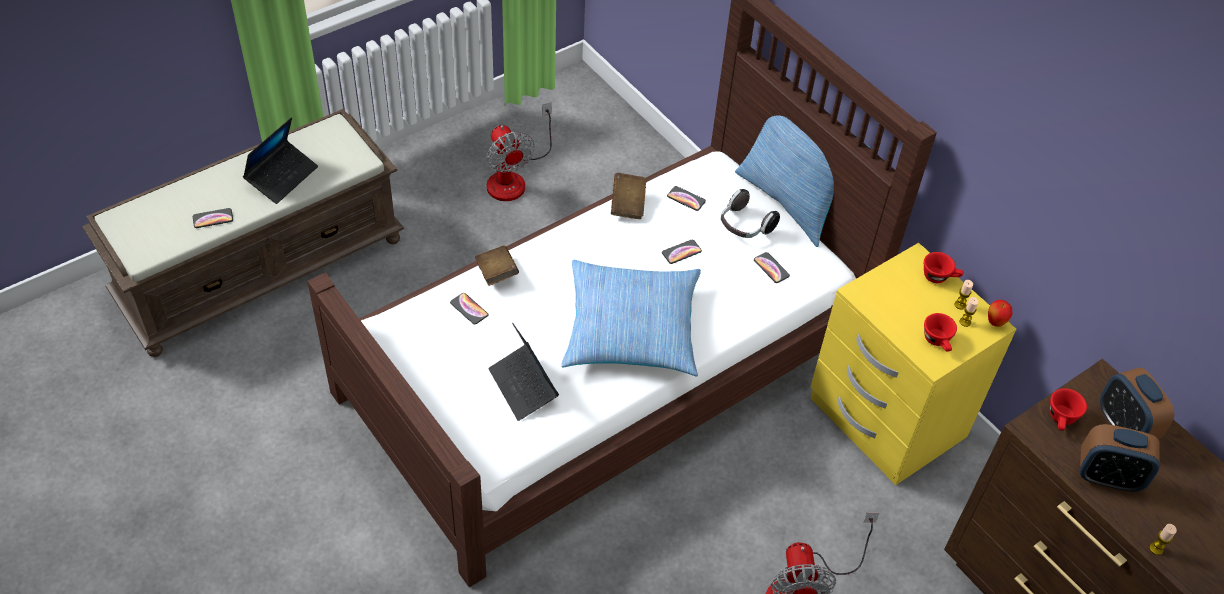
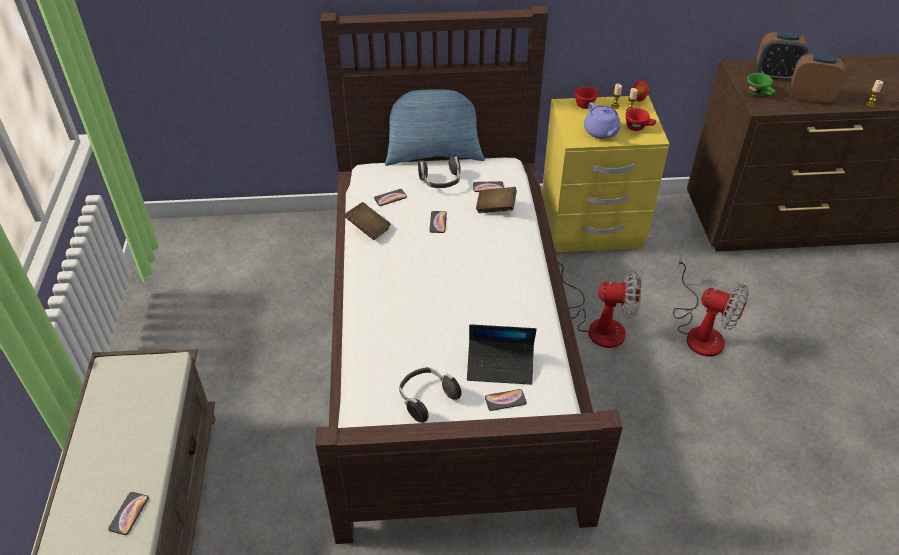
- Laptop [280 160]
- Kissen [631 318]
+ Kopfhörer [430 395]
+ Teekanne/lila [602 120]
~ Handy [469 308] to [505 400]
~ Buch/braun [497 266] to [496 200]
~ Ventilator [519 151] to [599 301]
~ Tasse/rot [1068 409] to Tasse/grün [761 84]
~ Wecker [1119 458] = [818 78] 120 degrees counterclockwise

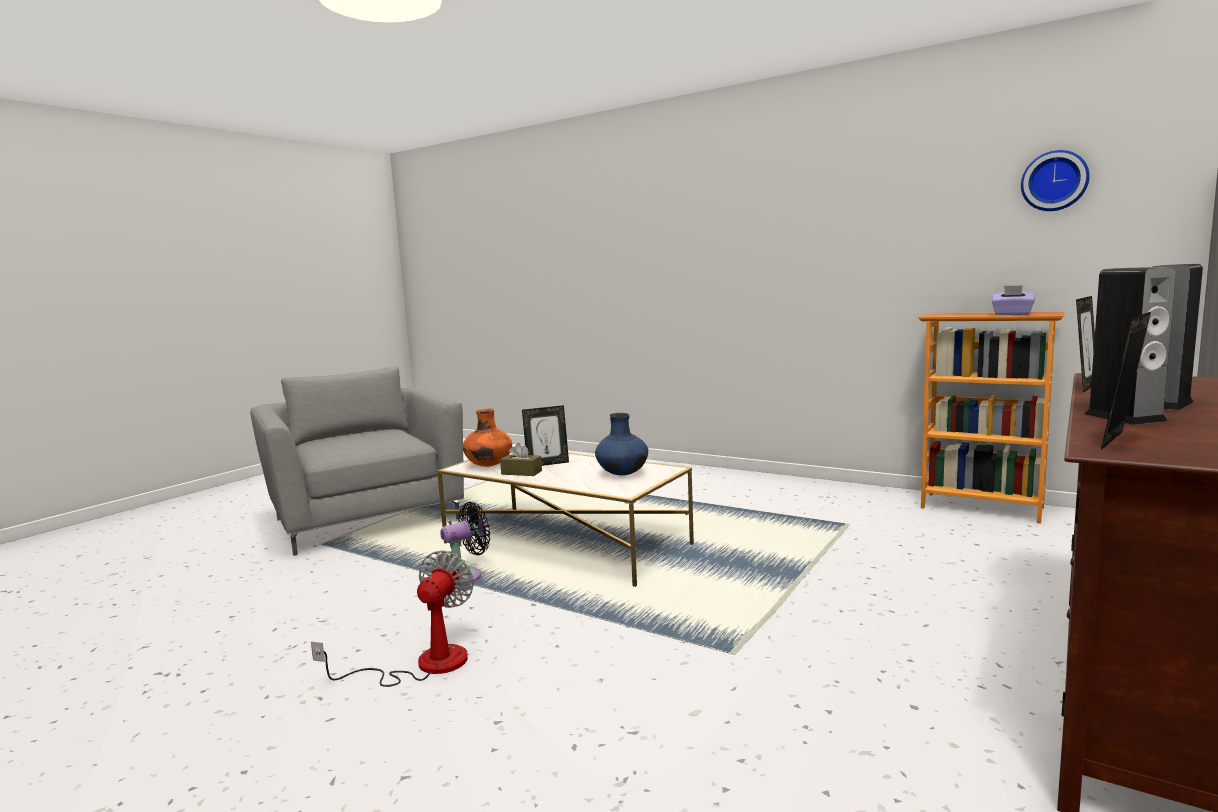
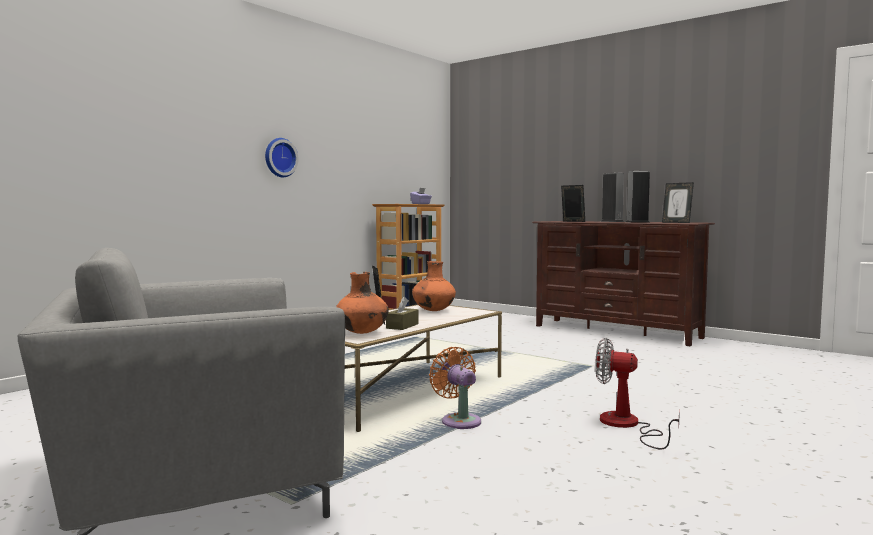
~ Wanduhr [1055 180] to [282 157]
~ Ventilator/schwarz [465 542] to Ventilator/orange [455 388]
~ Vase/blau [621 444] to Vase/orange [434 286]

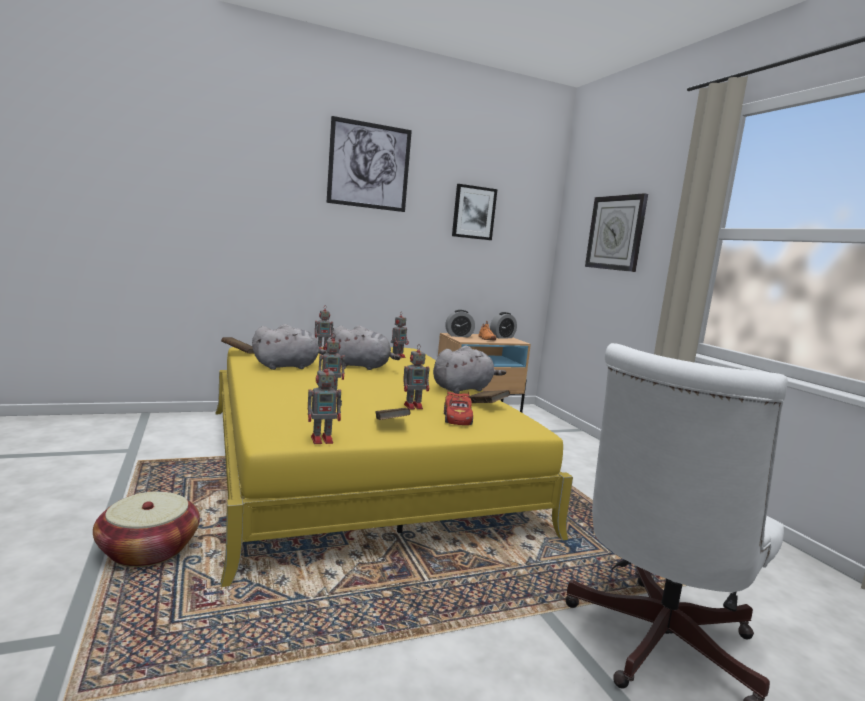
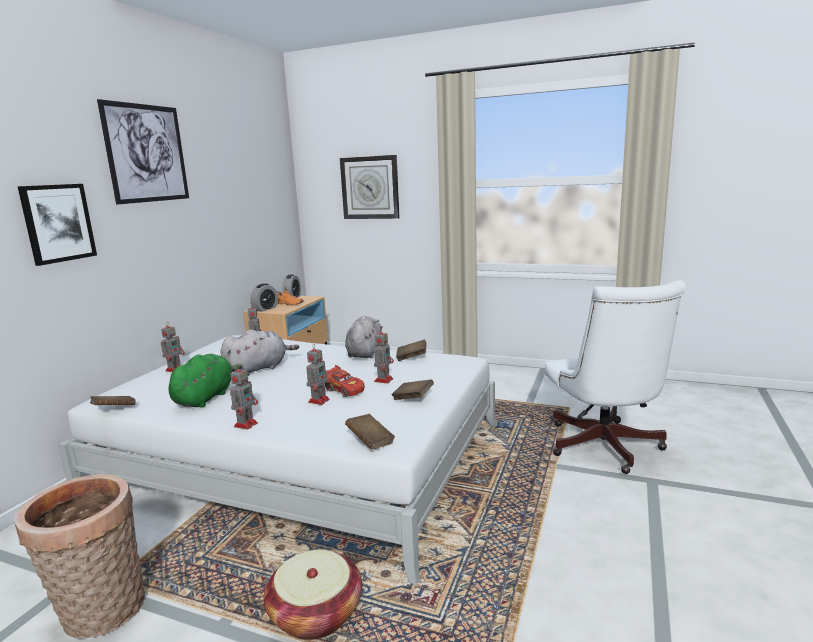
+ Korb [79 556]
+ Buch/braun [370 431]
~ Spielzeugroboter [325 403] to [244 397]
~ Spielzeugauto/rot [458 408] to [344 381]
~ Bild [474 212] to [57 225]
~ Bett/gelb [394 467] to Bett/weiß [278 460]
~ Plüschtier/grau [290 347] to Plüschtier/grün [205 381]

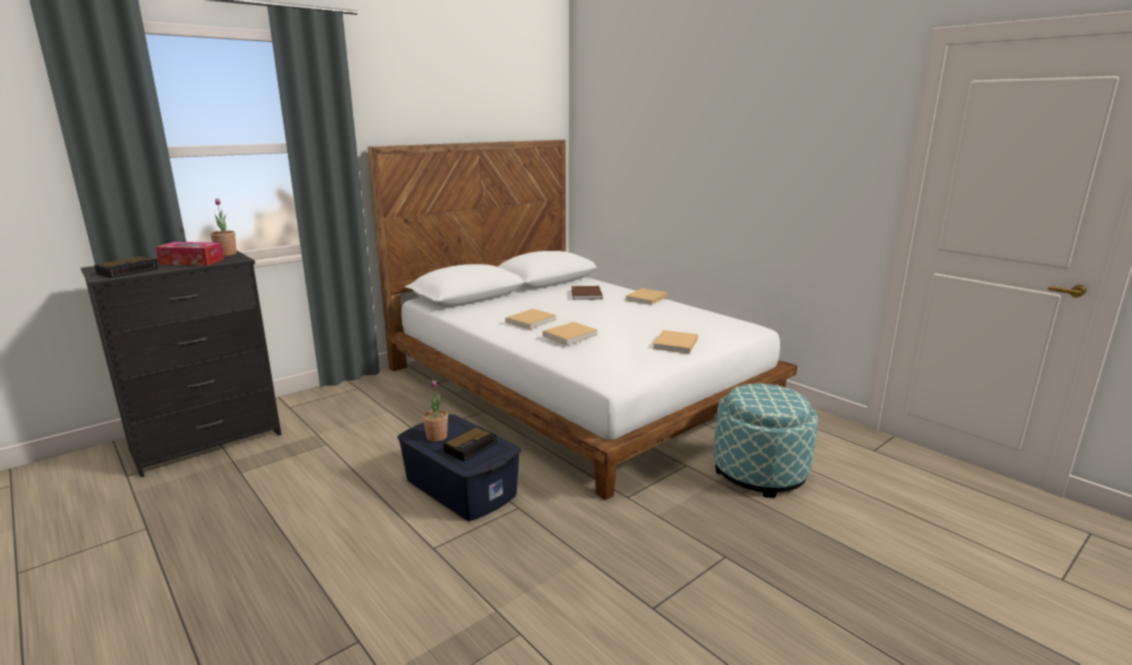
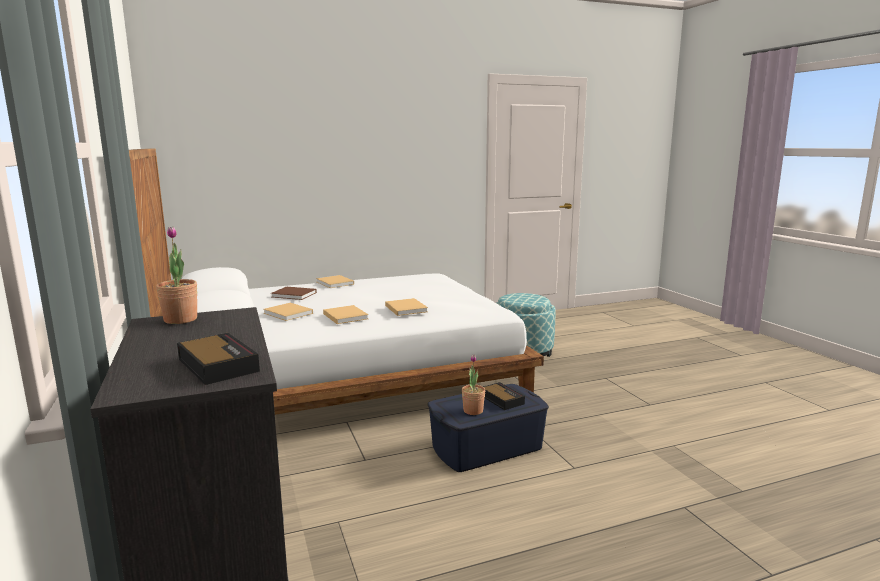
- Taschentuchbox [190 254]
~ Buch/beige [675 342] to [288 312]

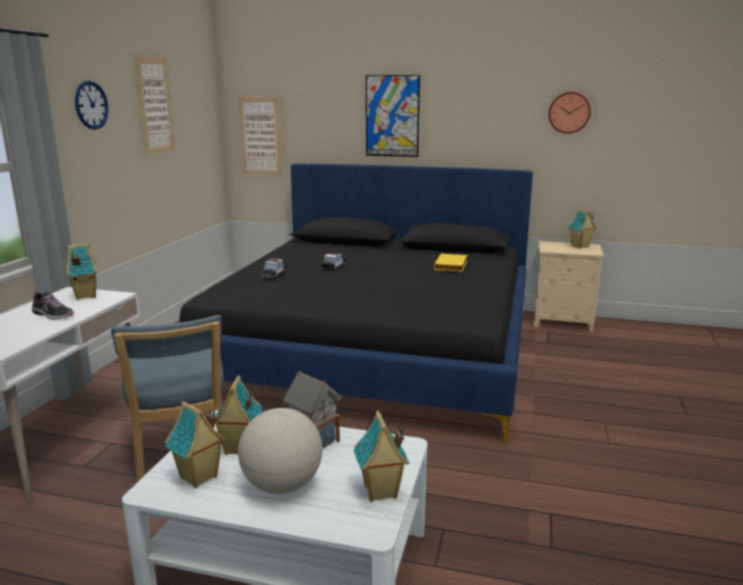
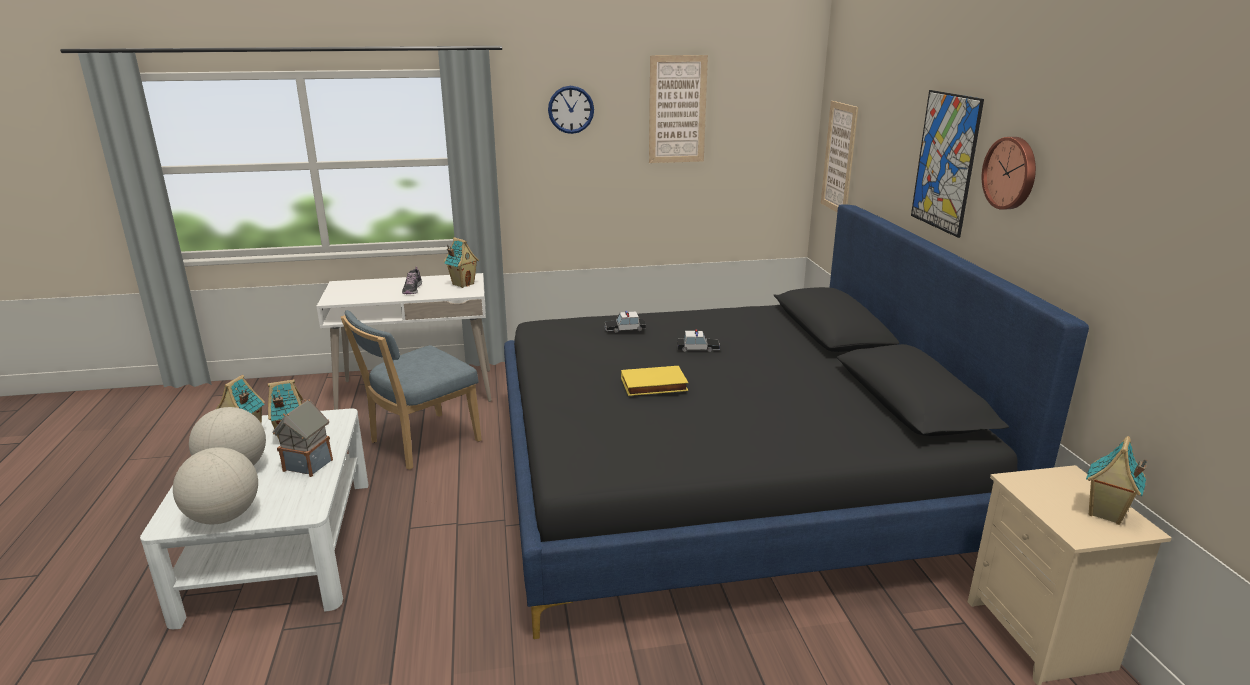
~ Buch/gelb [450 262] to [654 381]
~ Wanduhr [570 113] to [1009 173]
~ Spielzeughaus [381 456] to Globus [215 485]

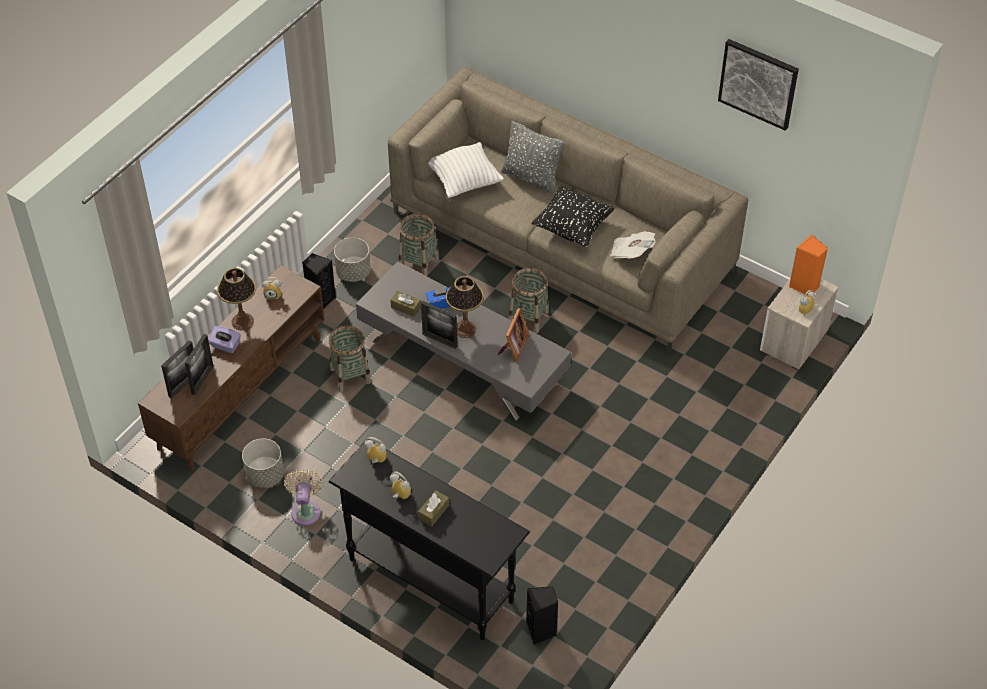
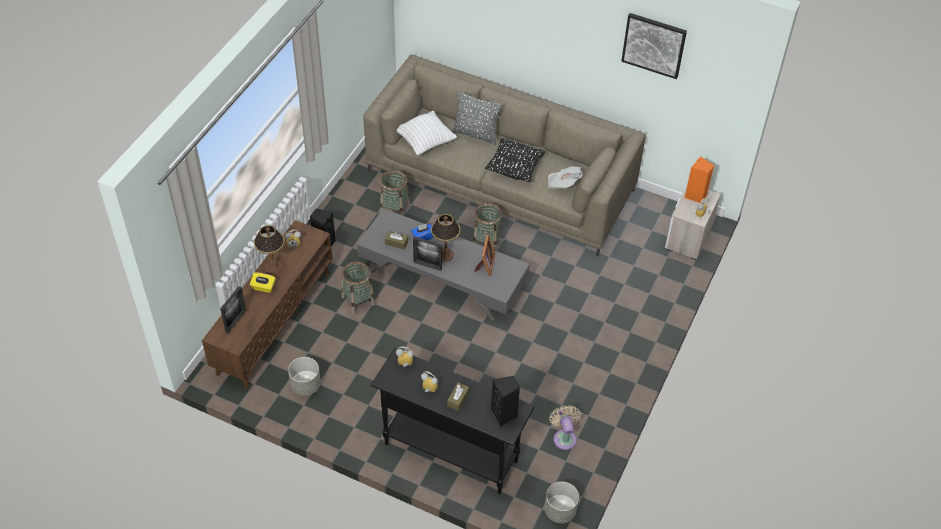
- Bilderrahmen [199 364]
~ Ventilator/beige [304 497] to [565 427]
~ Pflanzkübel/grau [352 259] to [562 502]
~ Lautsprecher/schwarz [542 615] to [505 401]
~ Taschentuchbox/lila [224 339] to Taschentuchbox/gelb [263 283]

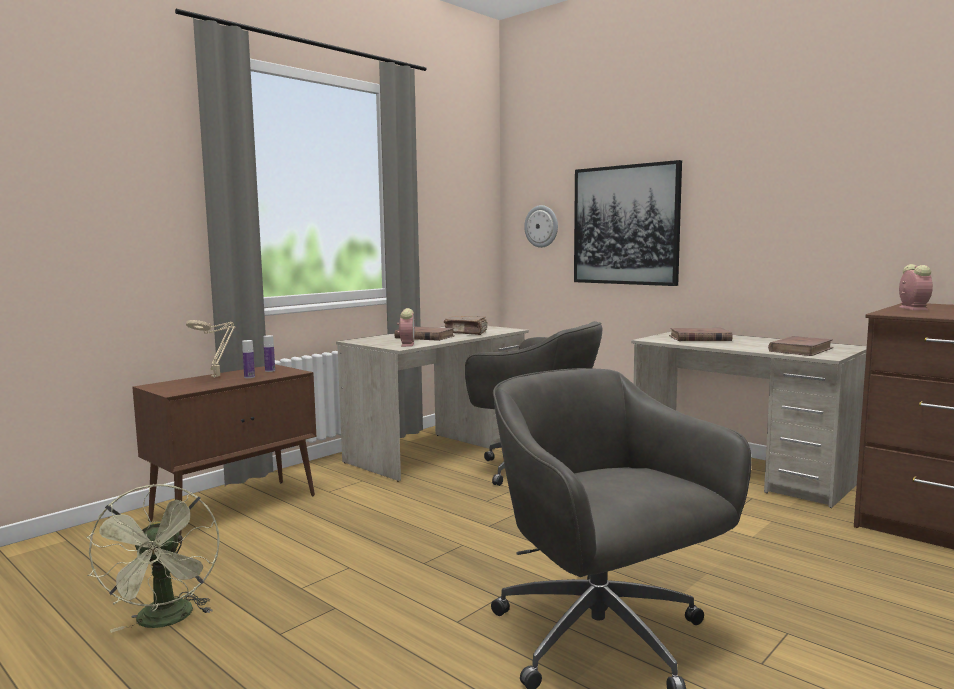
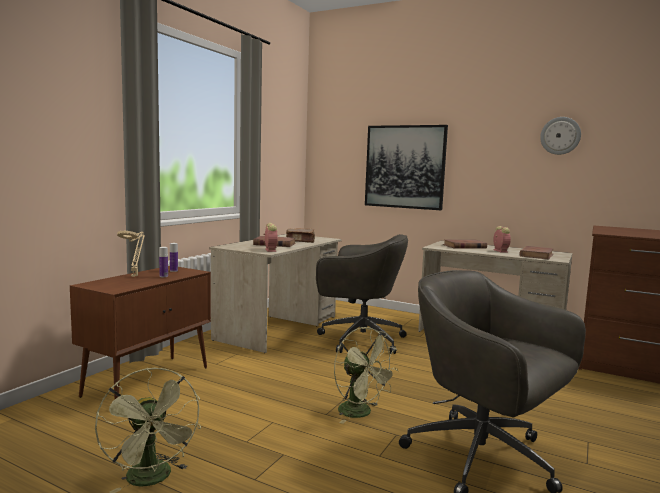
+ Ventilator/grün [366 375]
~ Wanduhr [541 226] to [560 136]
~ Wecker [916 287] to [502 239]

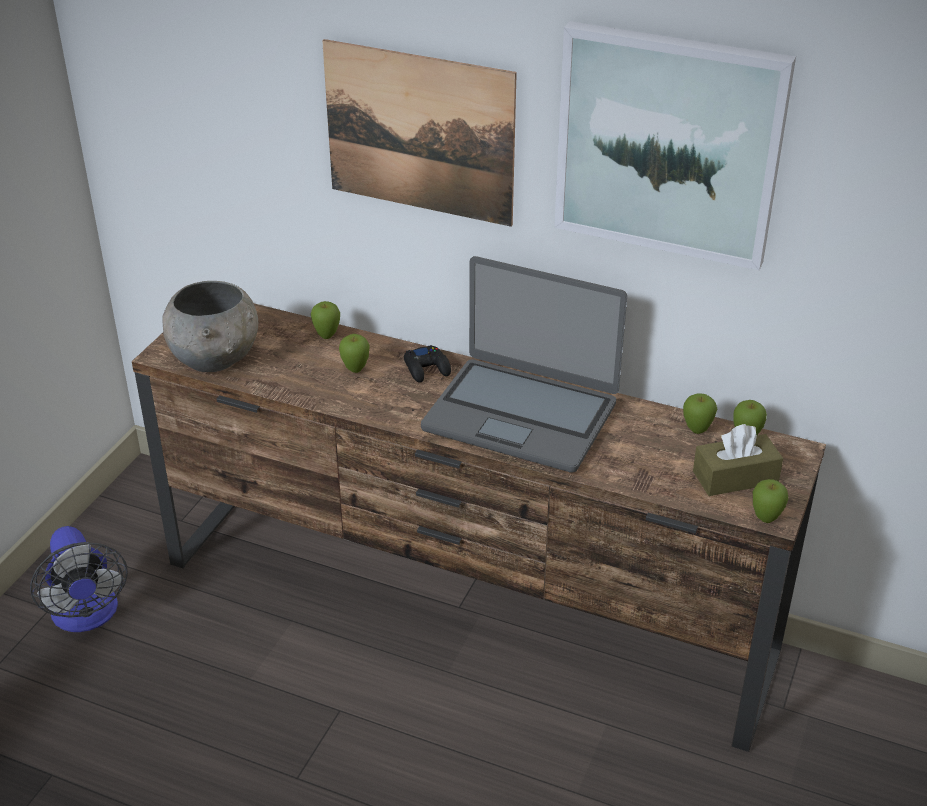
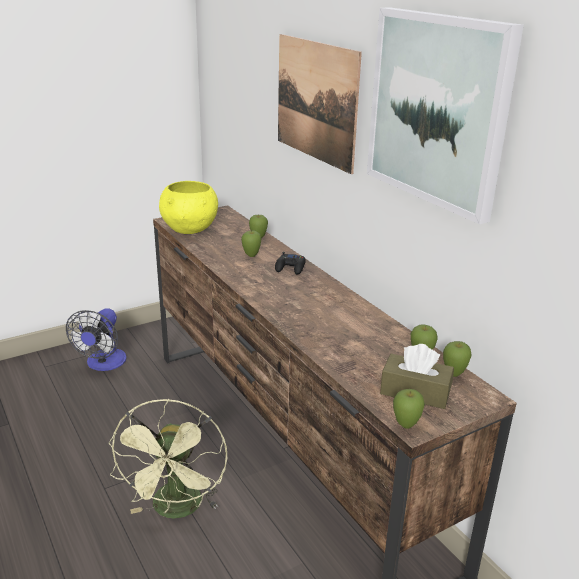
- Laptop [524 364]
+ Ventilator/grün [168 459]
~ Schüssel/grau [210 326] to Schüssel/gelb [188 207]

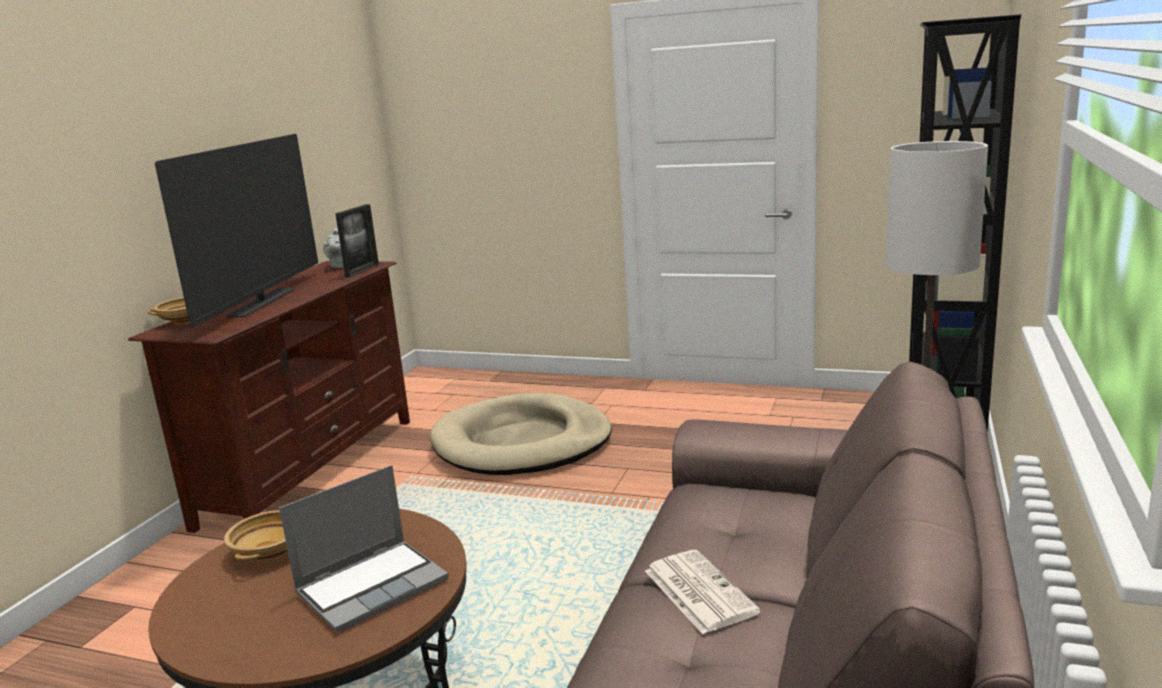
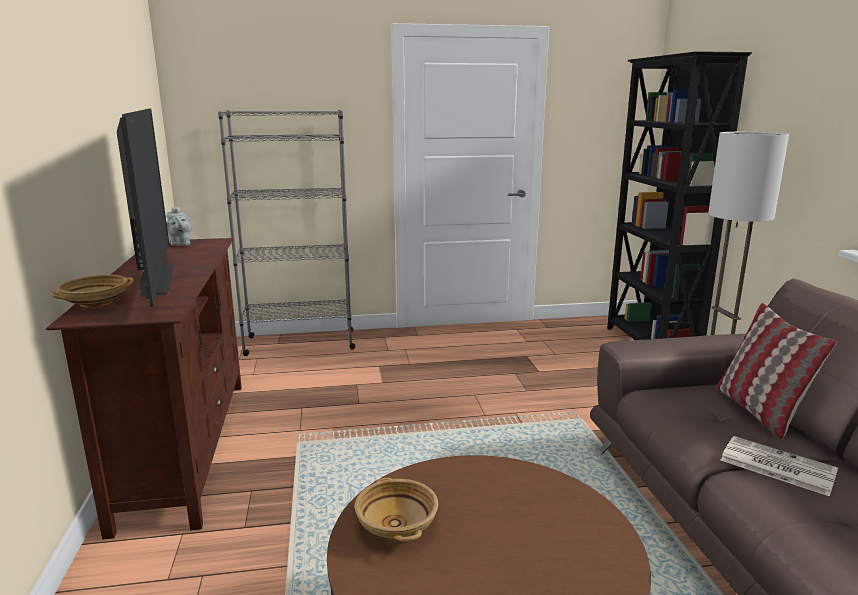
- Laptop [364 548]
- Bilderrahmen [357 241]
- Hundebett/beige [521 434]
+ Bücherregal/grau [286 233]
+ Kissen [776 371]

